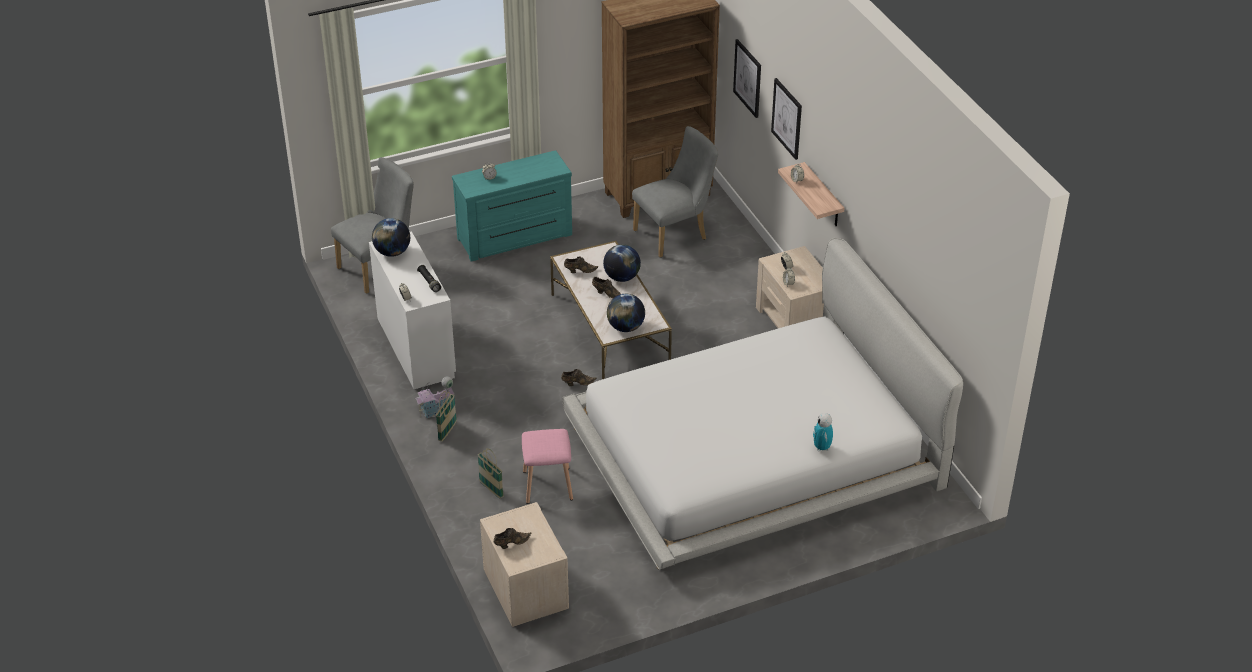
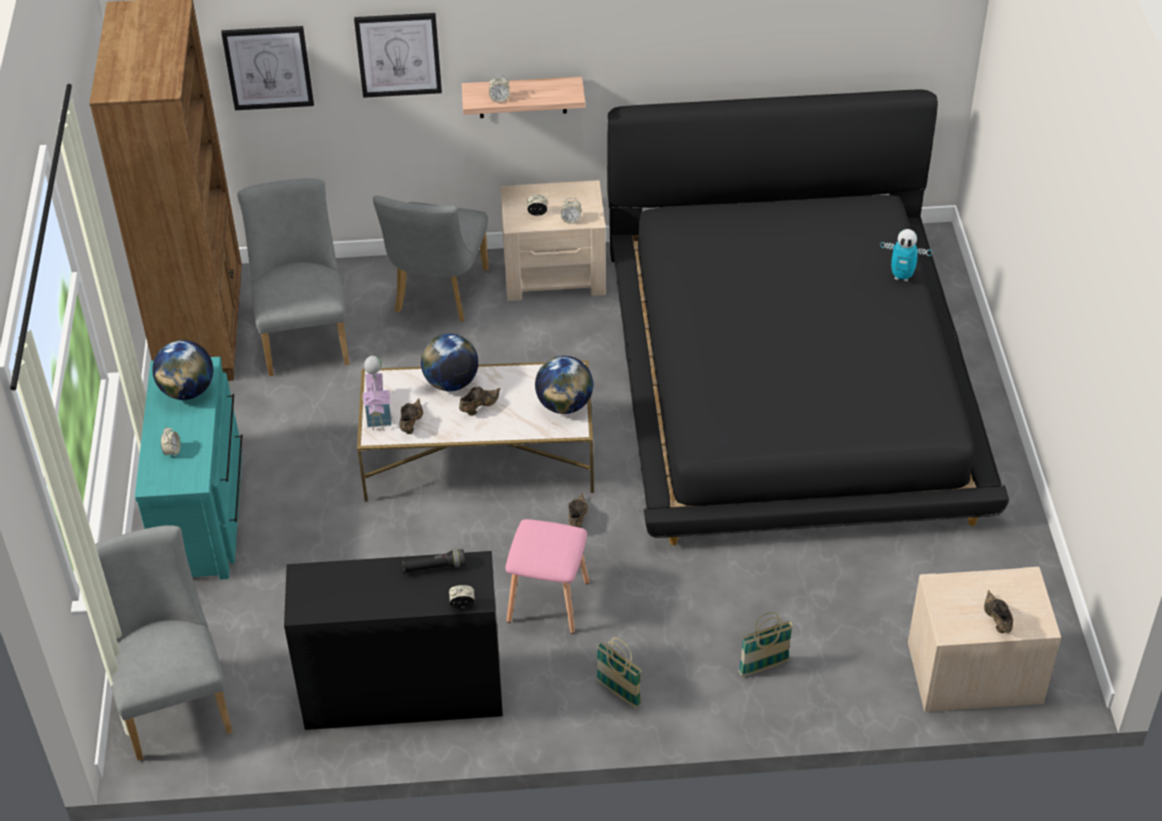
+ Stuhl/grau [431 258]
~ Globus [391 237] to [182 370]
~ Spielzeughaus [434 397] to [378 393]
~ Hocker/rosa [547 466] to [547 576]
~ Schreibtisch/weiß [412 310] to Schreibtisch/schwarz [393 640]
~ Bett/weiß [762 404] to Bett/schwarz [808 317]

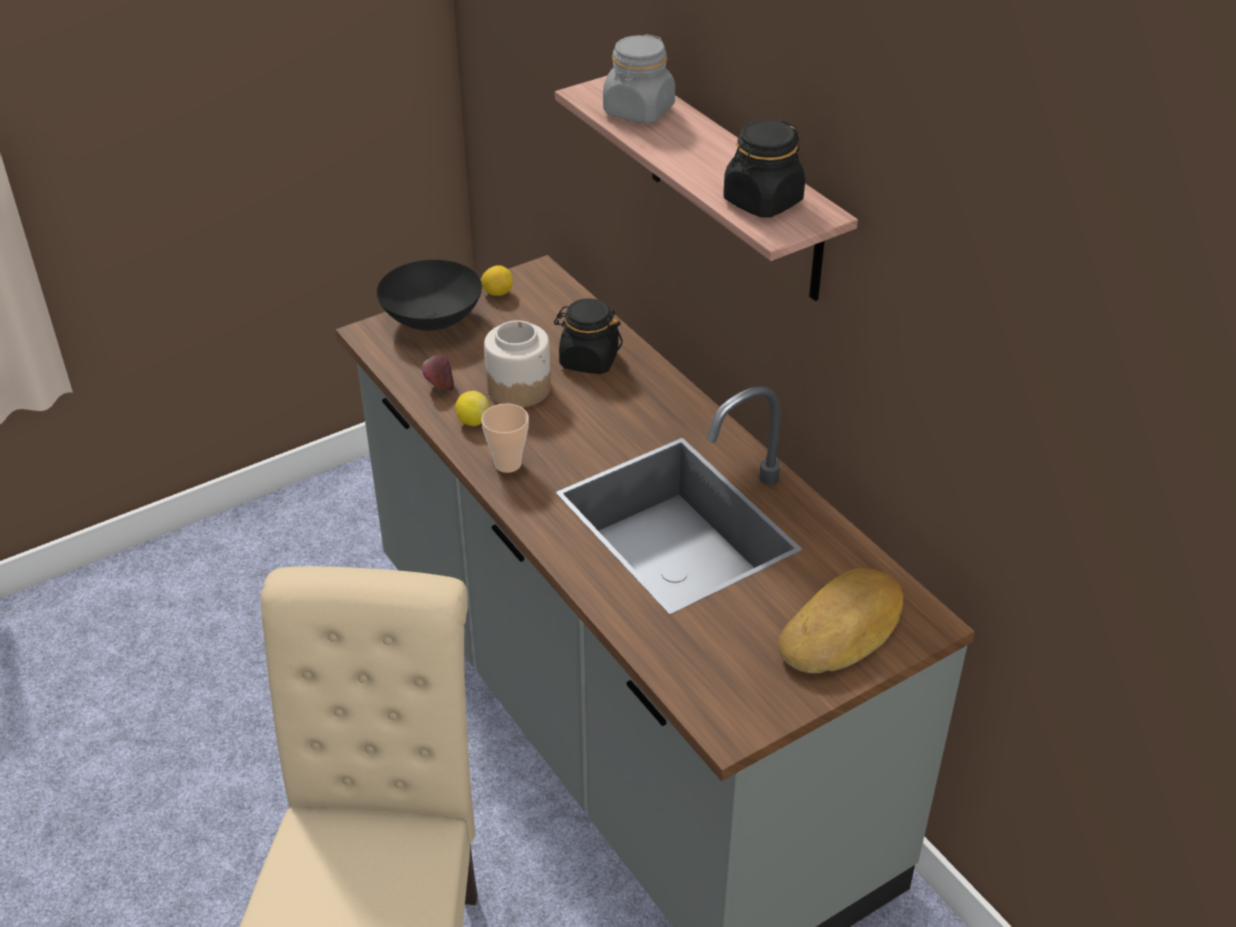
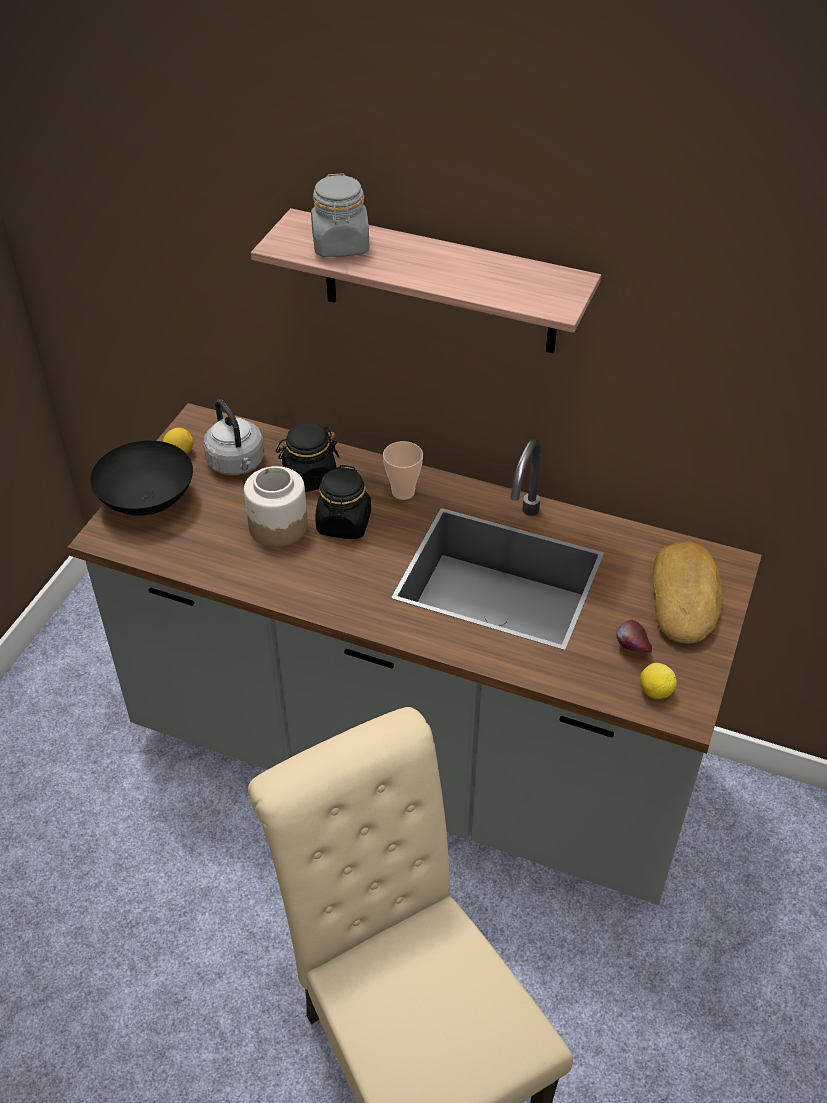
+ Wasserkessel/grau [233 437]
~ Apfel [438 373] to [634 635]
~ Zitrone [472 408] to [658 681]
~ Tasse [505 438] to [403 470]
~ Vorratsglas/schwarz [764 169] to [343 502]

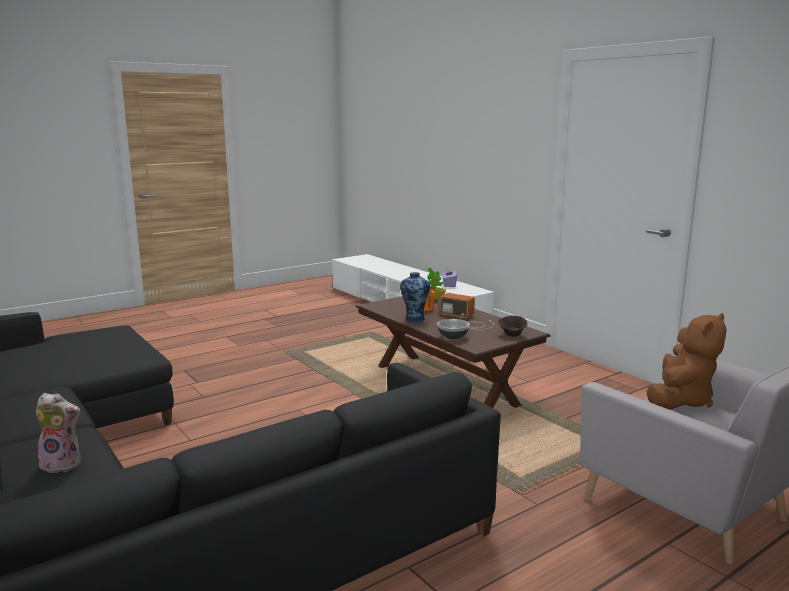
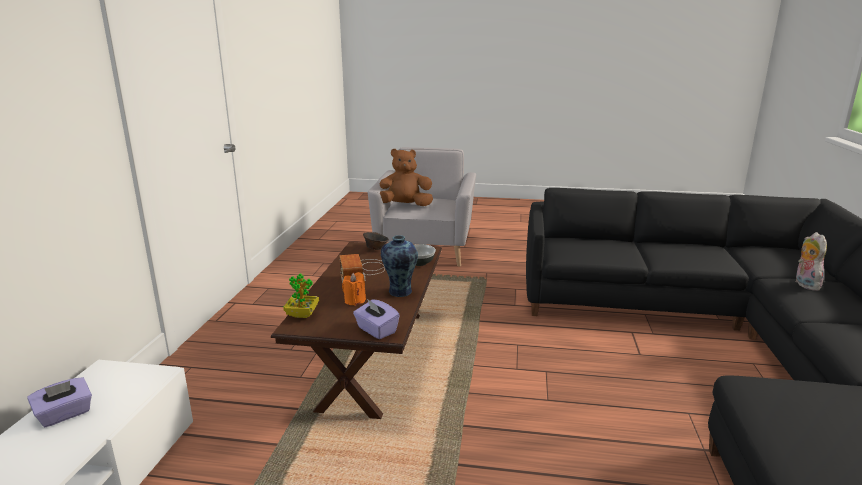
+ Taschentuchbox/lila [376 319]
~ Plüschtier [58 433] = [811 261] 45 degrees clockwise

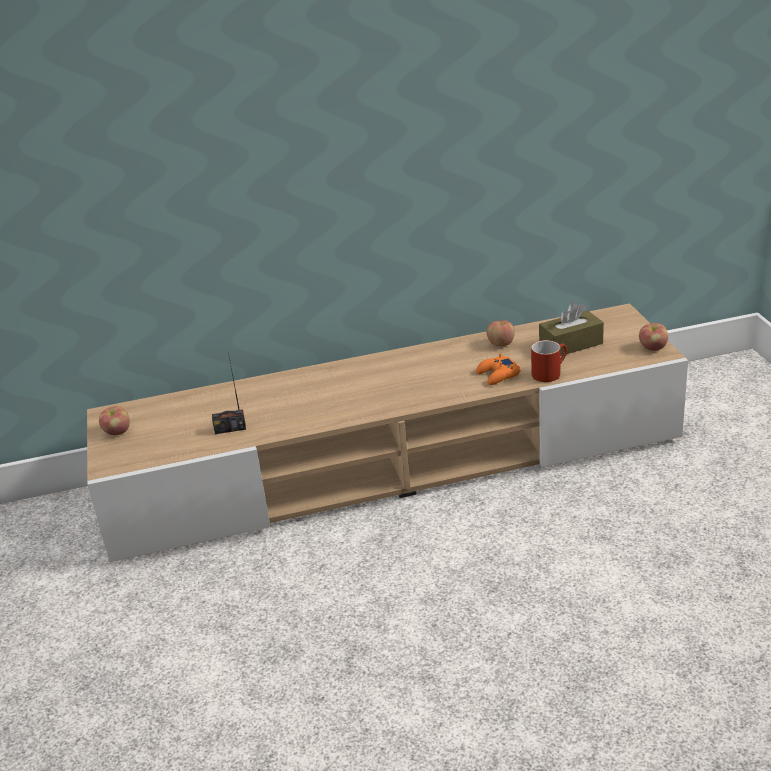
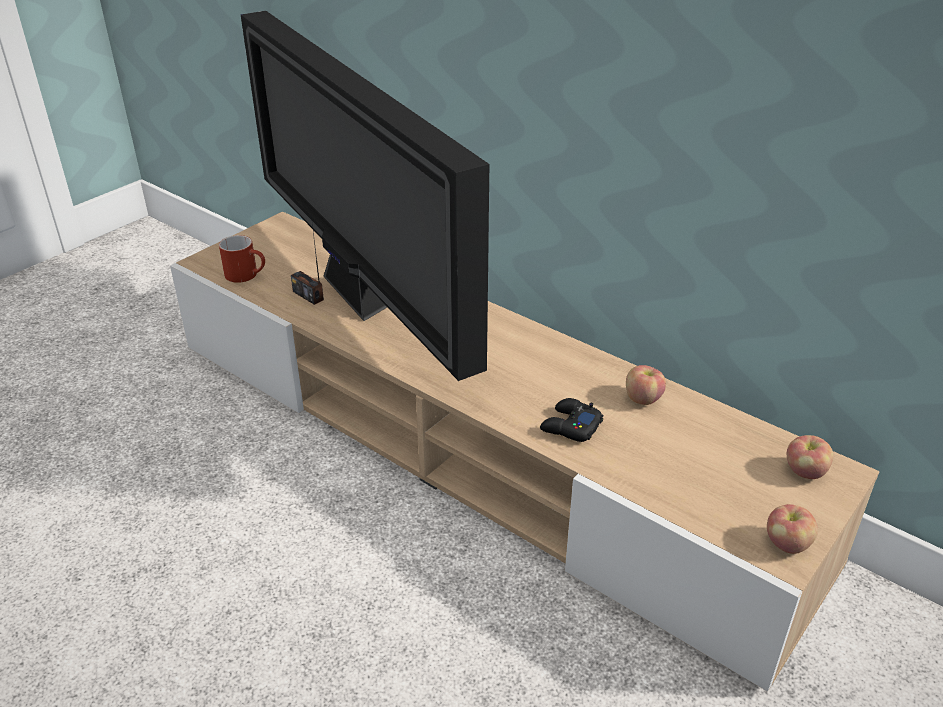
- Taschentuchbox/braun [571 329]
+ Fernseher [365 196]
~ Apfel [114 420] to [810 457]
~ Henkelbecher/rot [549 361] to [242 259]
~ Gamepad/orange [498 369] to Gamepad/schwarz [572 420]

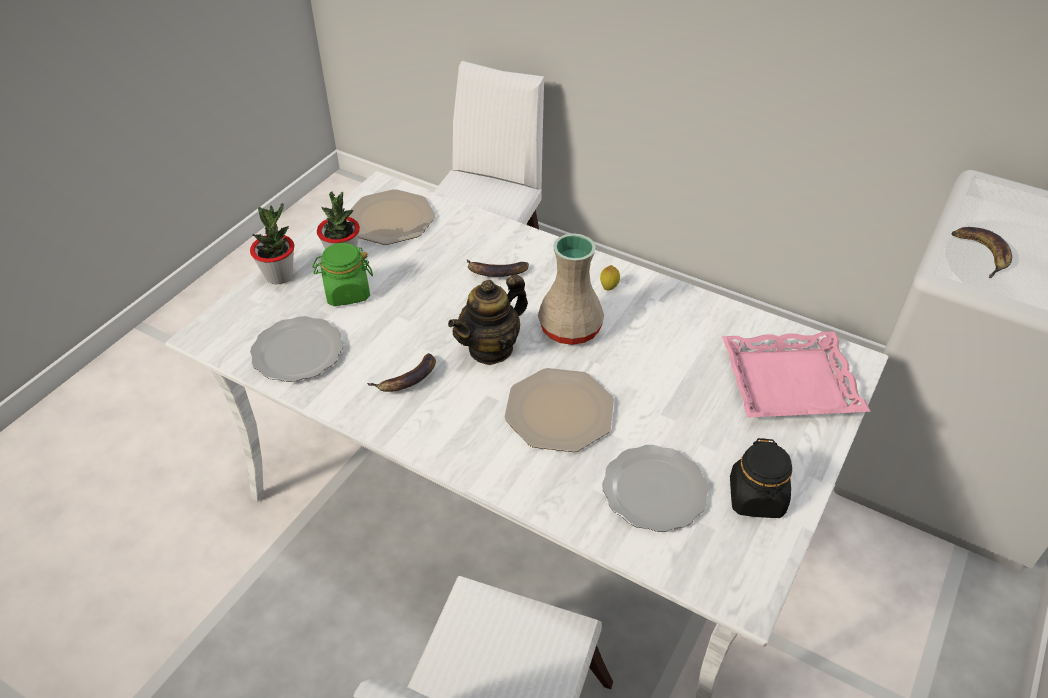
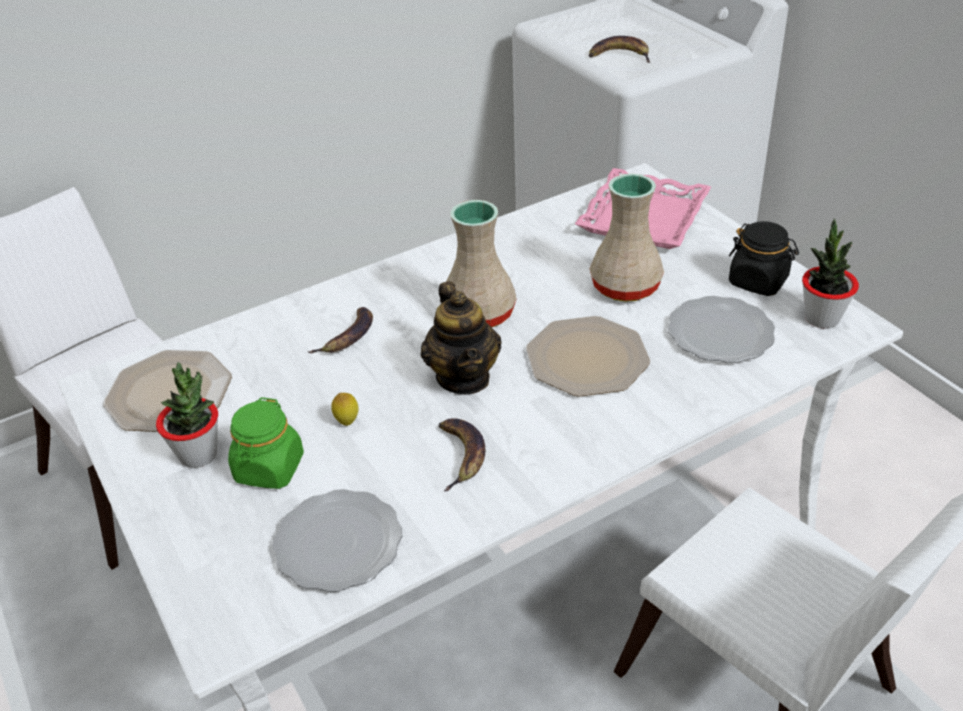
+ Vase/beige [627 237]
~ Topfpflanze [272 243] to [830 273]
~ Zitrone [610 278] to [345 409]

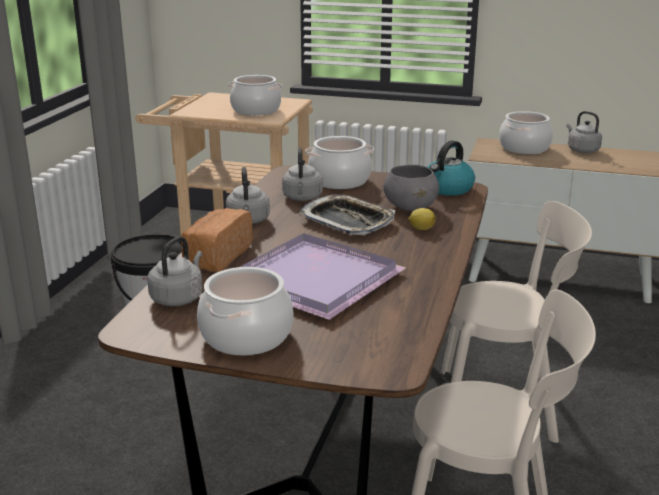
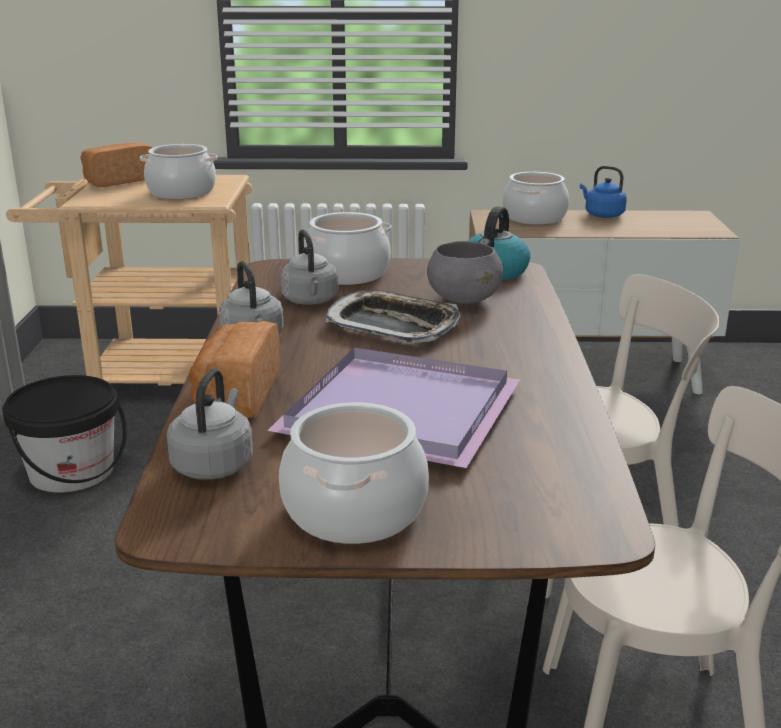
- Zitrone [421 219]
+ Brot [116 164]
~ Wasserkessel/grau [584 132] to Wasserkessel/blau [603 192]

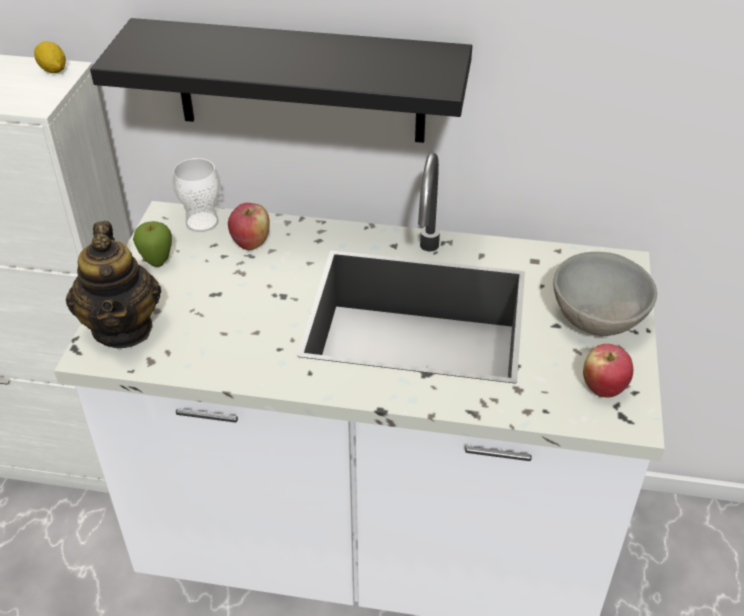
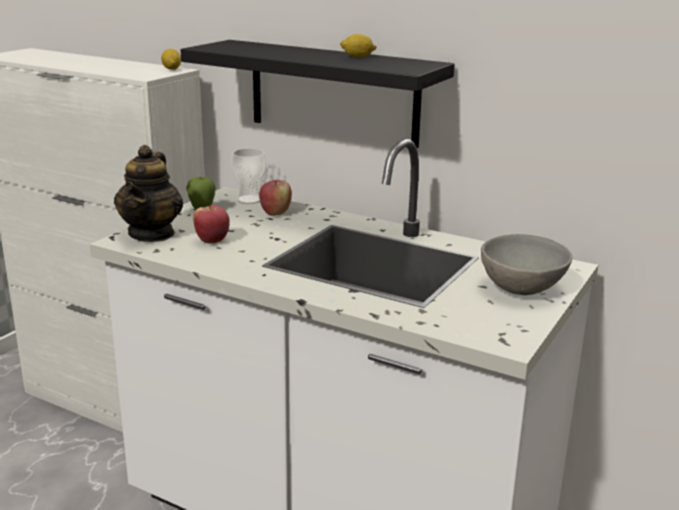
+ Zitrone [358 45]
~ Apfel [608 371] to [211 224]

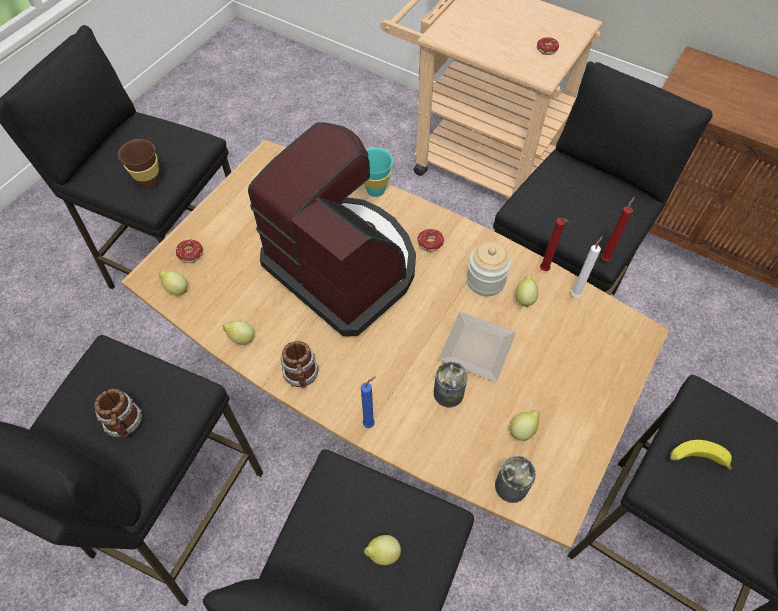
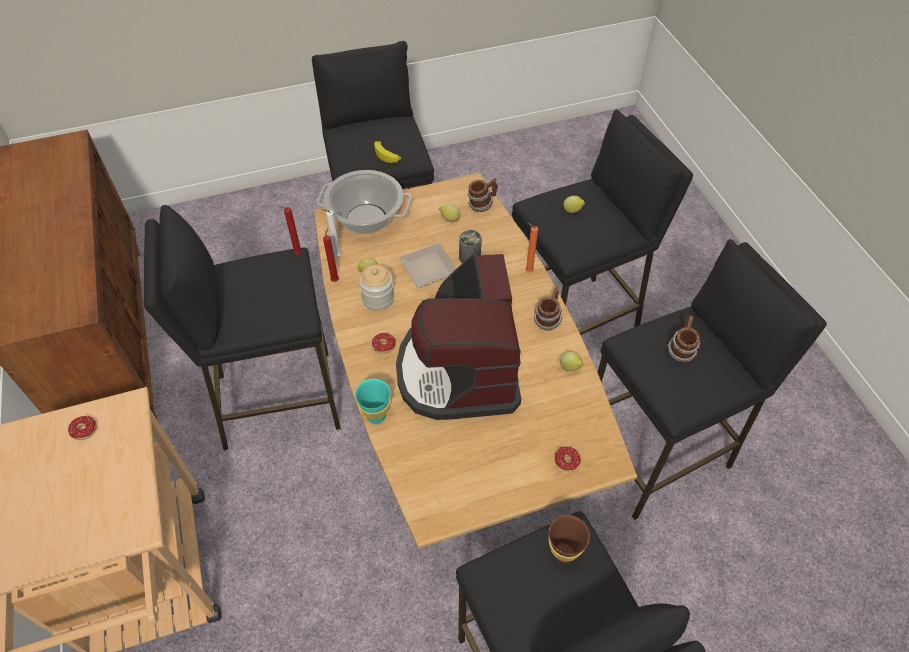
- Zitrone [173 283]
+ Kochtopf [364 202]
~ Dose [515 479] to Henkelbecher [482 195]
~ Kerze/blau [368 402] to Kerze/orange [531 248]

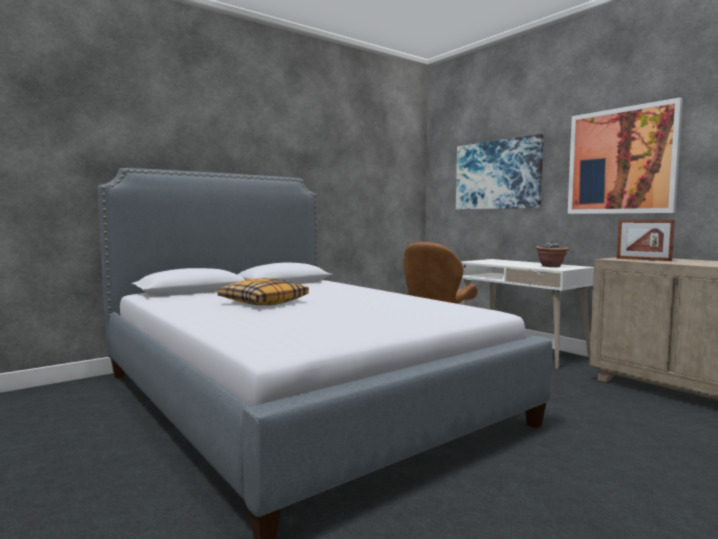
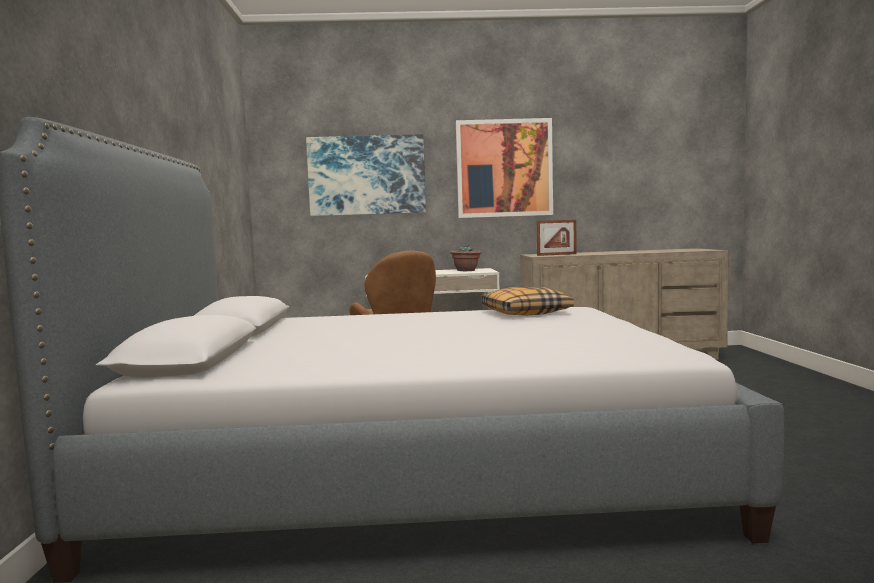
~ Kissen [263 291] to [527 301]

